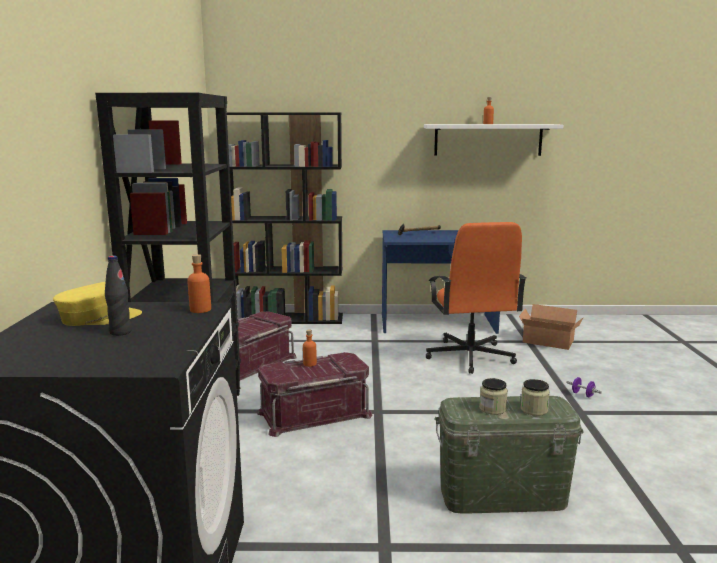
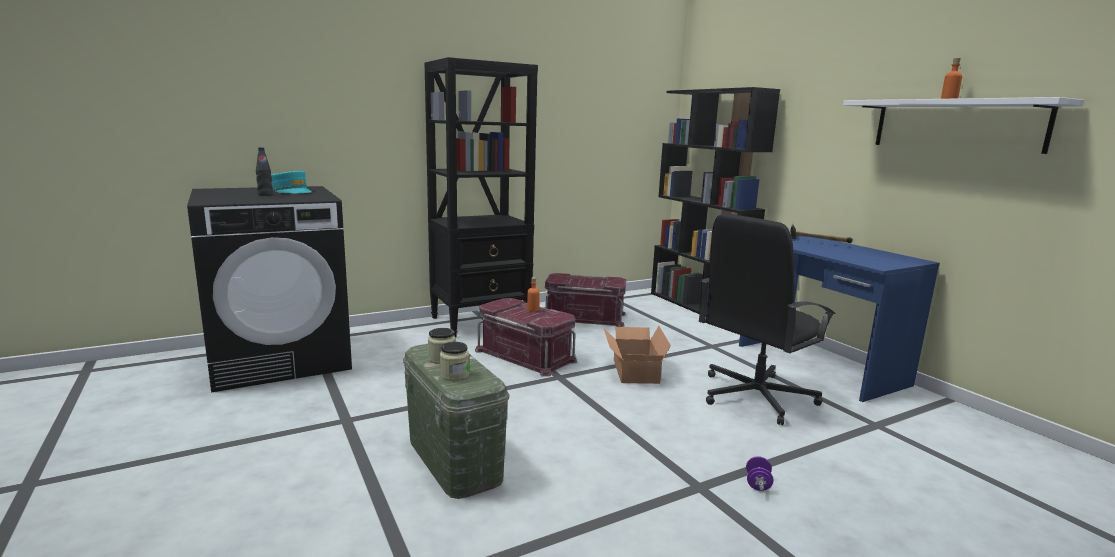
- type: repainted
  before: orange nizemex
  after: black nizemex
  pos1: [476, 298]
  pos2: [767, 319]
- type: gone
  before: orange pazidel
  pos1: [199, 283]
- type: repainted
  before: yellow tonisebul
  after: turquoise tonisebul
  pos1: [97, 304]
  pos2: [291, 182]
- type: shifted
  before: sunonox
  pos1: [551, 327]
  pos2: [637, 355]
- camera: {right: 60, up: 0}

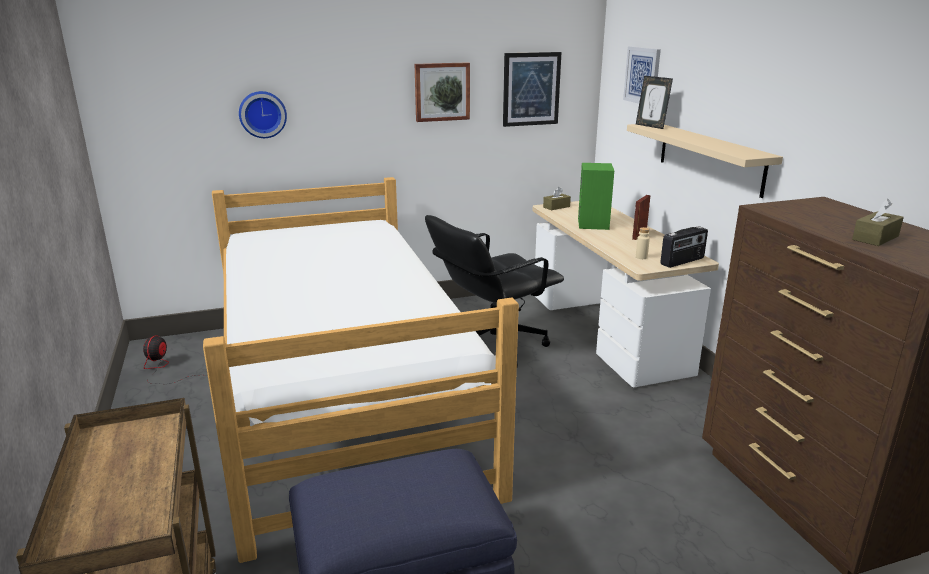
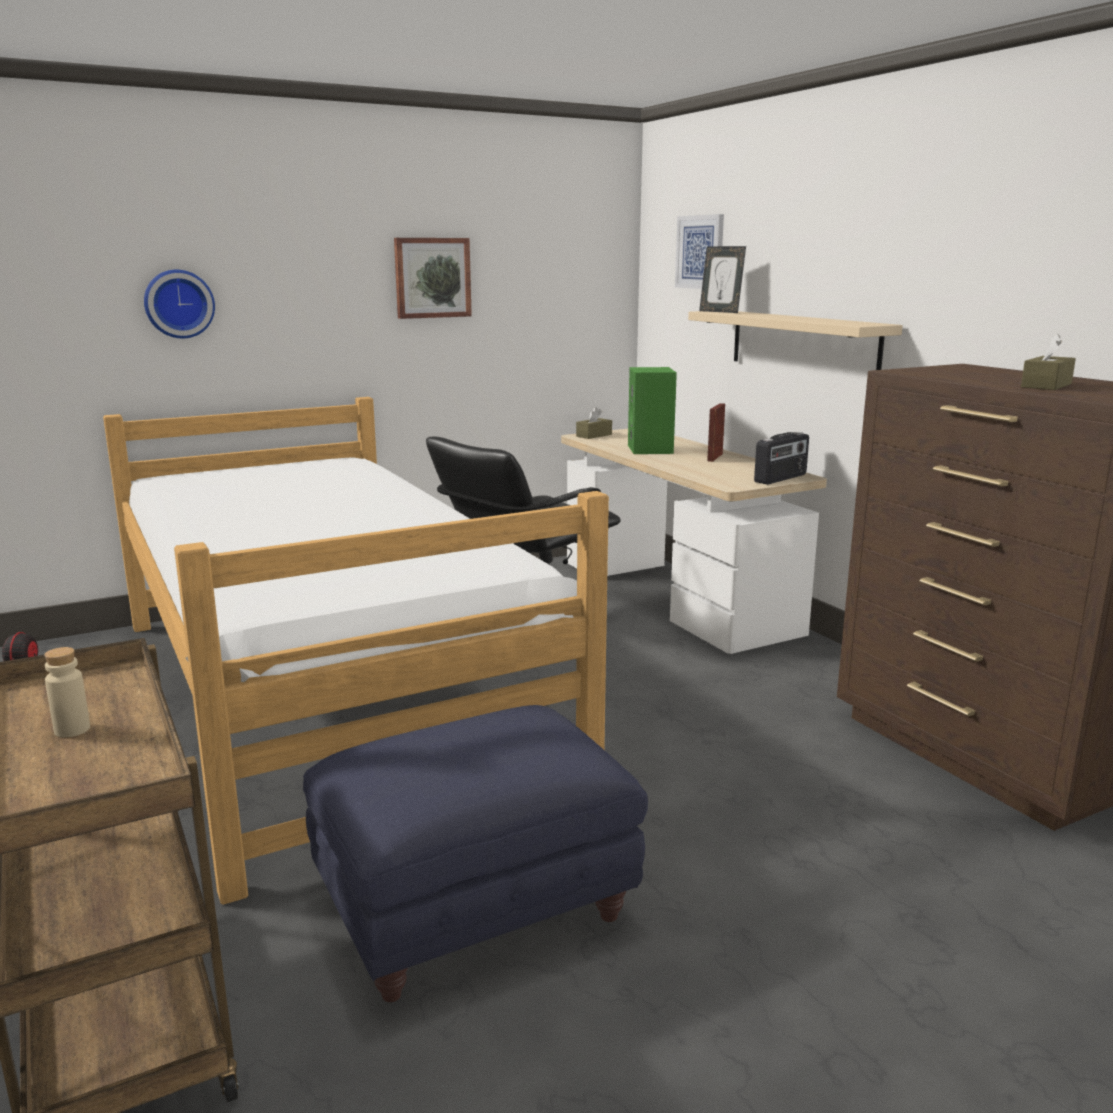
- type: gone
  before: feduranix
  pos1: [532, 89]
- type: shifted
  before: beige pazidel
  pos1: [643, 243]
  pos2: [67, 692]
- camera: {right: -10, up: -5}

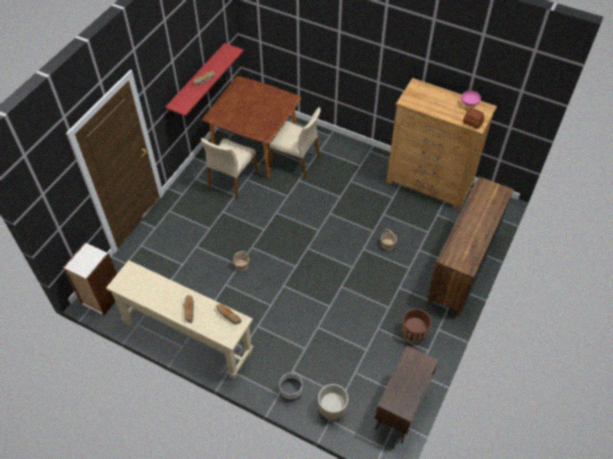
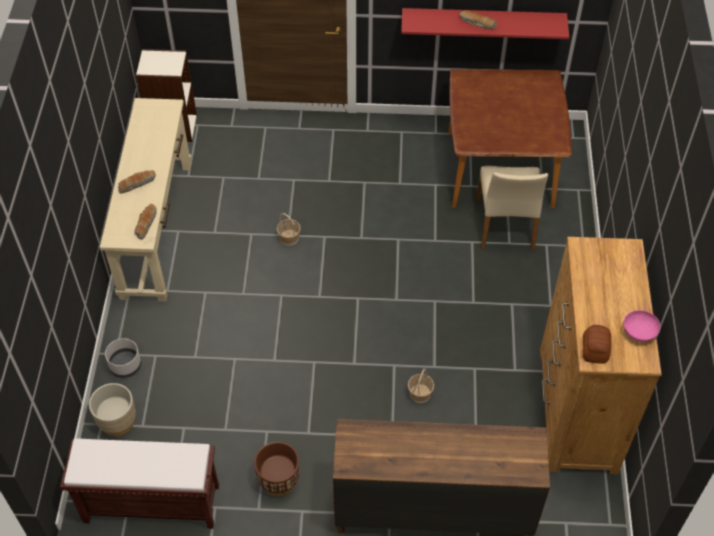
- type: gone
  before: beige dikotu
  pos1: [229, 168]
- type: swapped
  before: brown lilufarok
  after: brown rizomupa
  pos1: [407, 394]
  pos2: [139, 483]
- camera: {right: 65, up: 0}

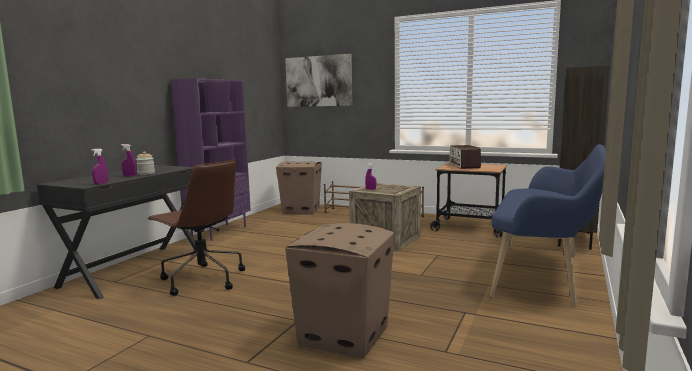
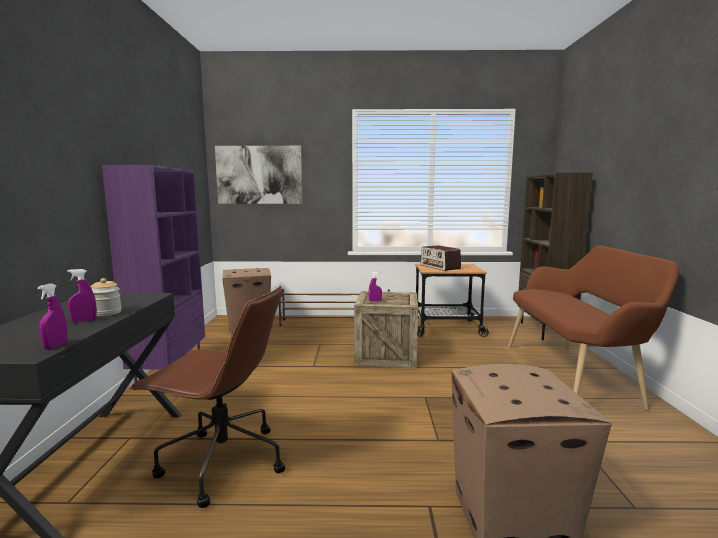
- type: repainted
  before: blue rizomupa
  after: brown rizomupa
  pos1: [548, 225]
  pos2: [593, 328]
- camera: {right: -25, up: 0}

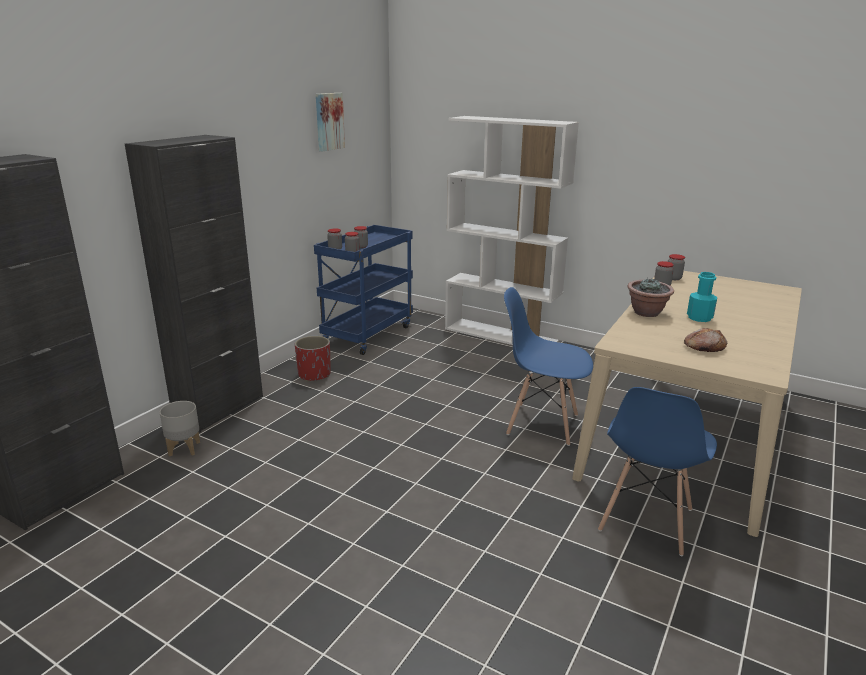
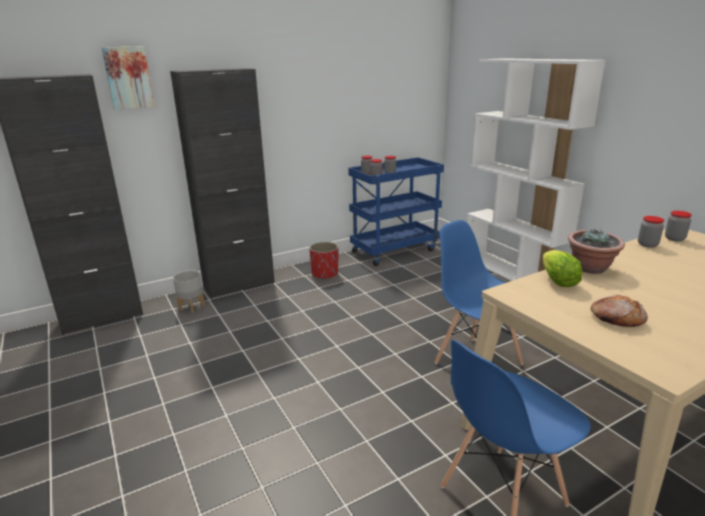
- type: shifted
  before: feduranix
  pos1: [330, 122]
  pos2: [127, 78]
- type: gone
  before: turquoise pazidel
  pos1: [702, 297]
- type: new
  after: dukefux
  pos2: [562, 268]
- camera: {right: 30, up: 0}

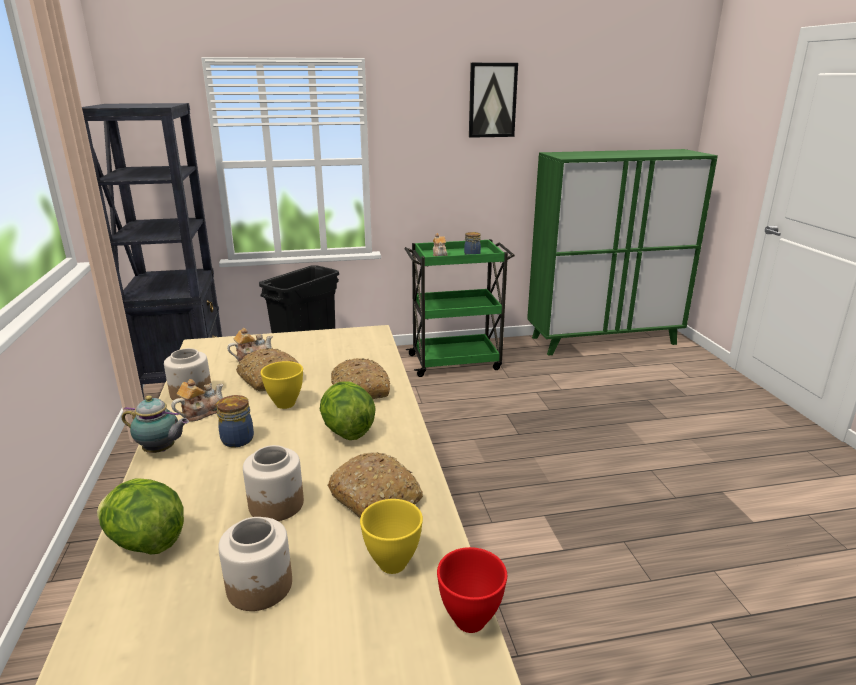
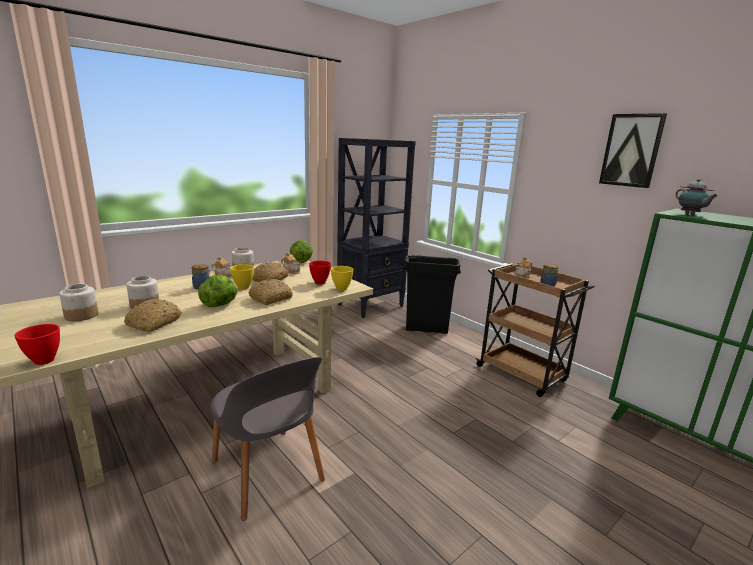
- type: repainted
  before: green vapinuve
  after: brown vapinuve
  pos1: [459, 308]
  pos2: [534, 329]
- type: shifted
  before: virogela
  pos1: [155, 424]
  pos2: [696, 197]
- type: shifted
  before: dukefux
  pos1: [140, 516]
  pos2: [301, 251]
- type: shifted
  before: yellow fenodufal
  pos1: [391, 536]
  pos2: [342, 278]
- type: new
  after: red fenodufal
  pos2: [320, 273]
- type: new
  after: grey dikotu
  pos2: [267, 439]
- camera: {right: 60, up: -5}

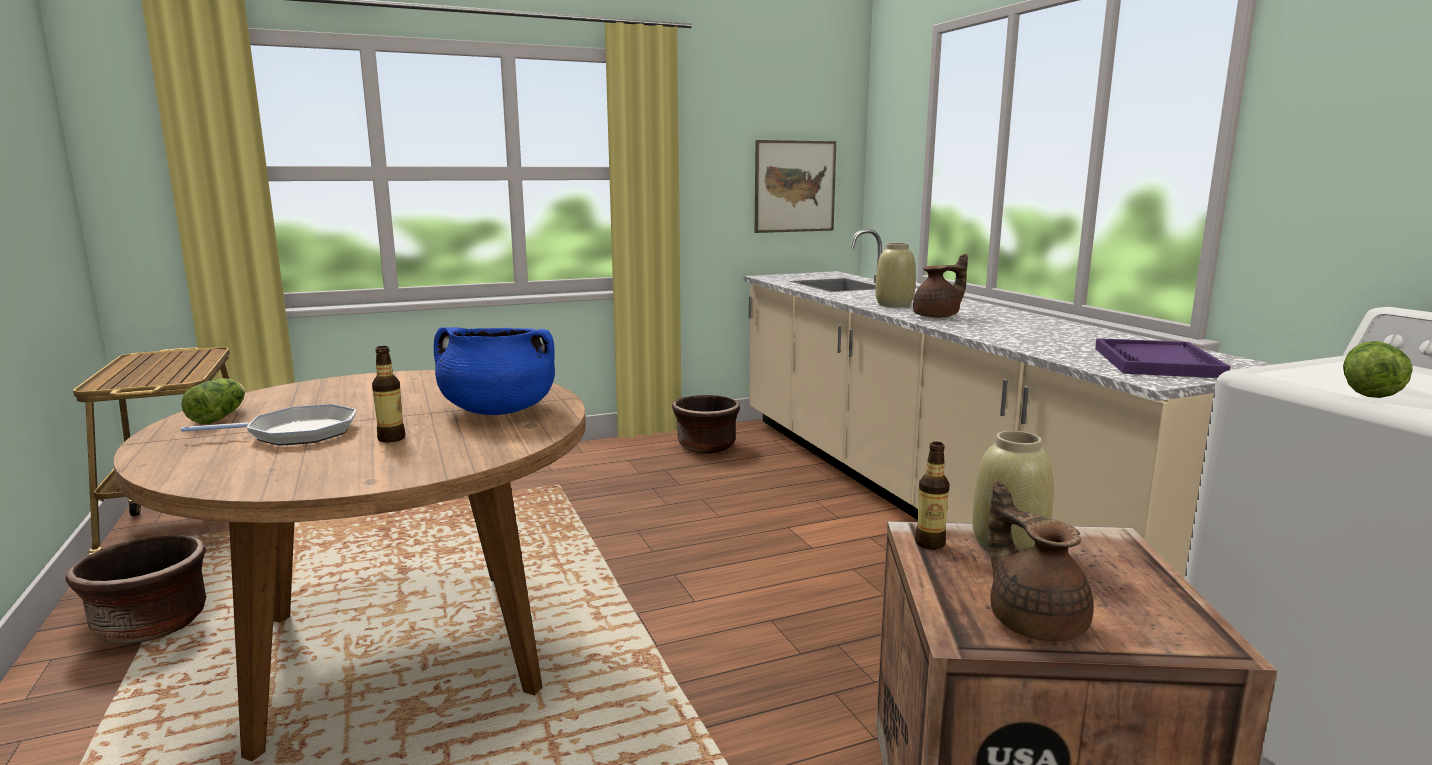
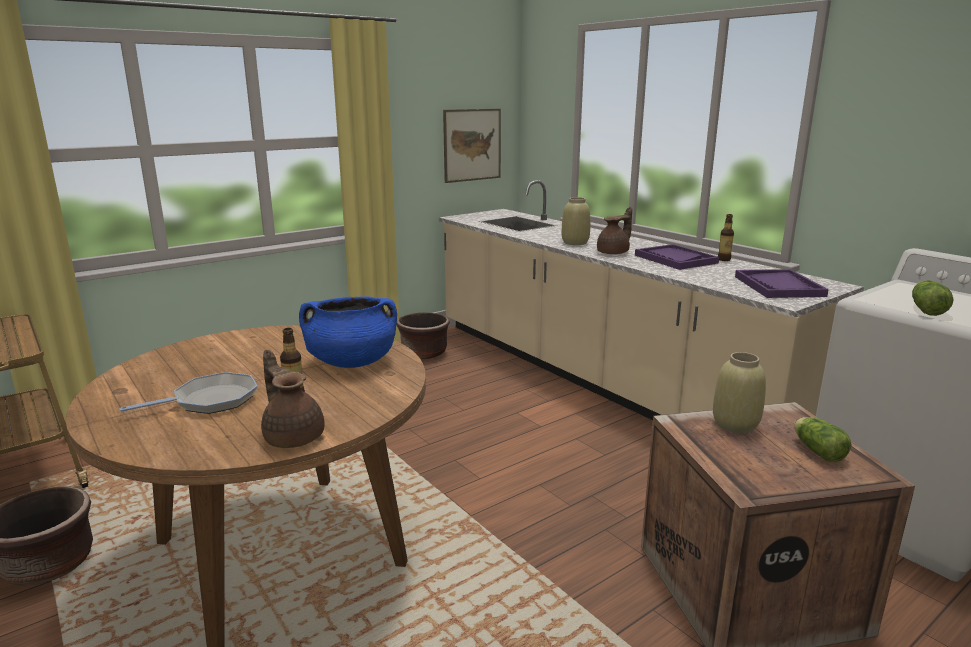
- type: shifted
  before: dukefux
  pos1: [213, 401]
  pos2: [823, 439]
- type: shifted
  before: pazidel
  pos1: [932, 495]
  pos2: [726, 237]
- type: shifted
  before: brown virogela
  pos1: [1040, 561]
  pos2: [293, 399]
- type: new
  after: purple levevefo
  pos2: [677, 257]
- camera: {right: -15, up: 5}

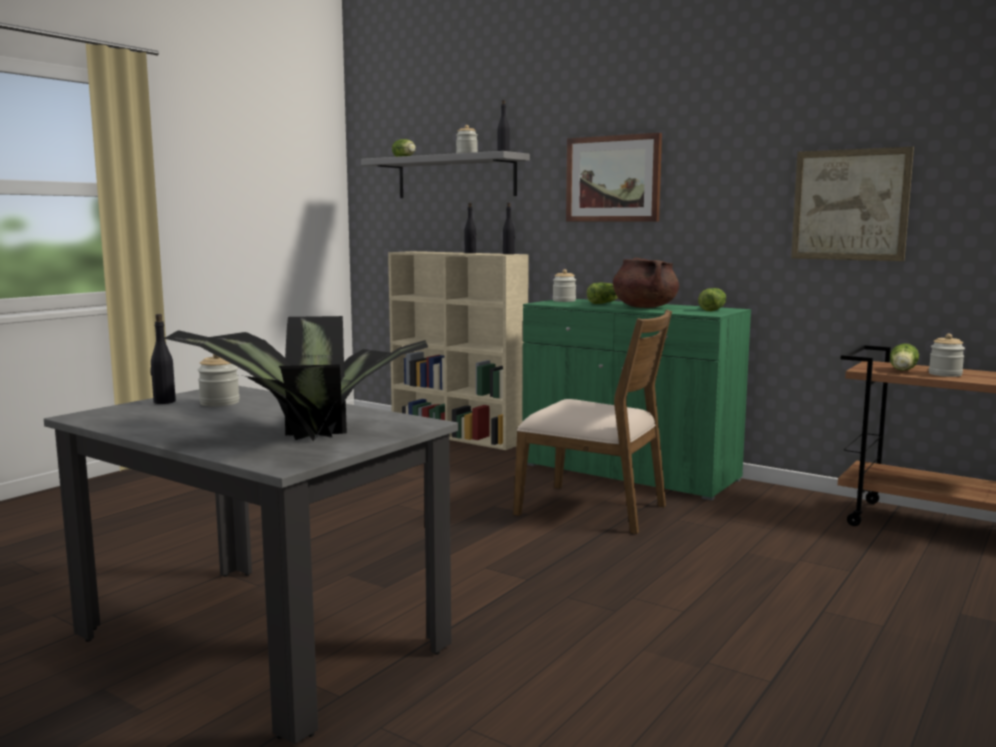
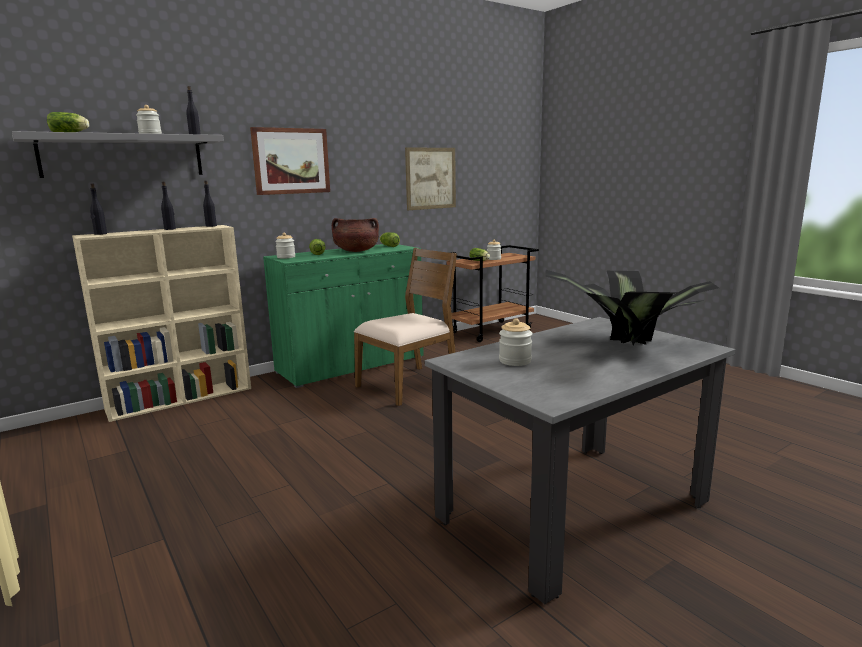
- type: shifted
  before: black pazidel
  pos1: [163, 359]
  pos2: [98, 209]
- camera: {right: -70, up: 5}

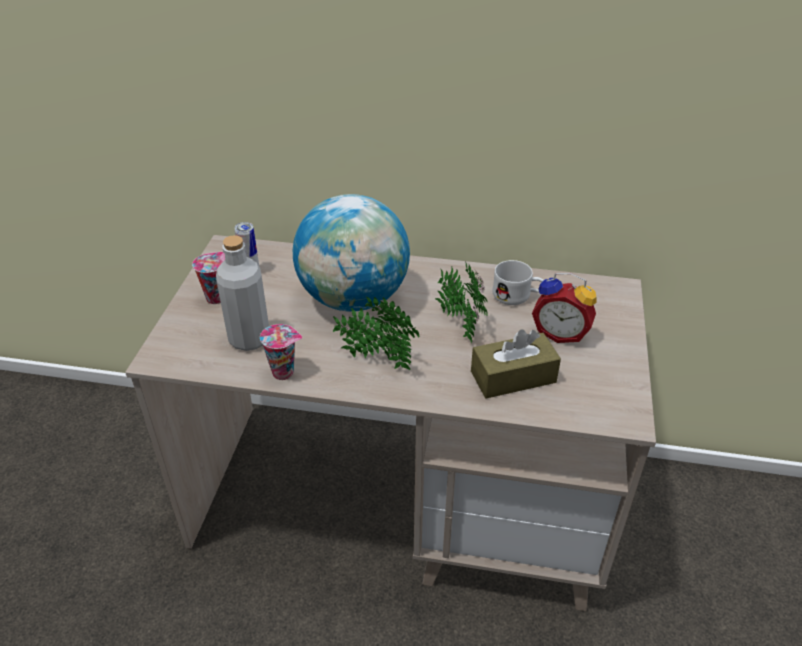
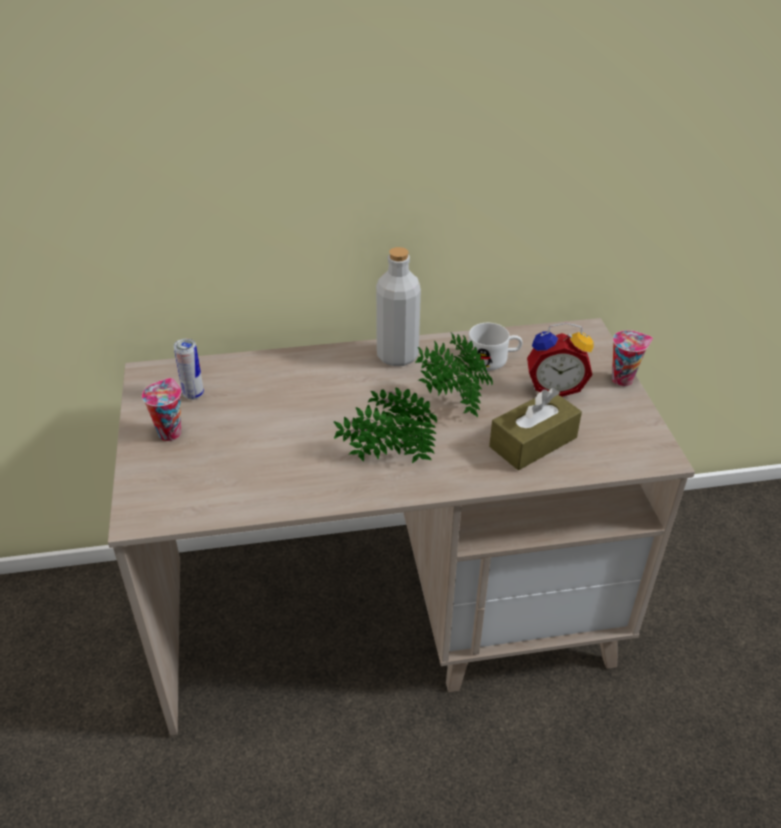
- type: gone
  before: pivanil
  pos1: [351, 253]
- type: shifted
  before: grey pazidel
  pos1: [242, 293]
  pos2: [398, 306]
- type: shifted
  before: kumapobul
  pos1: [281, 352]
  pos2: [632, 358]
- camera: {right: -20, up: 0}

